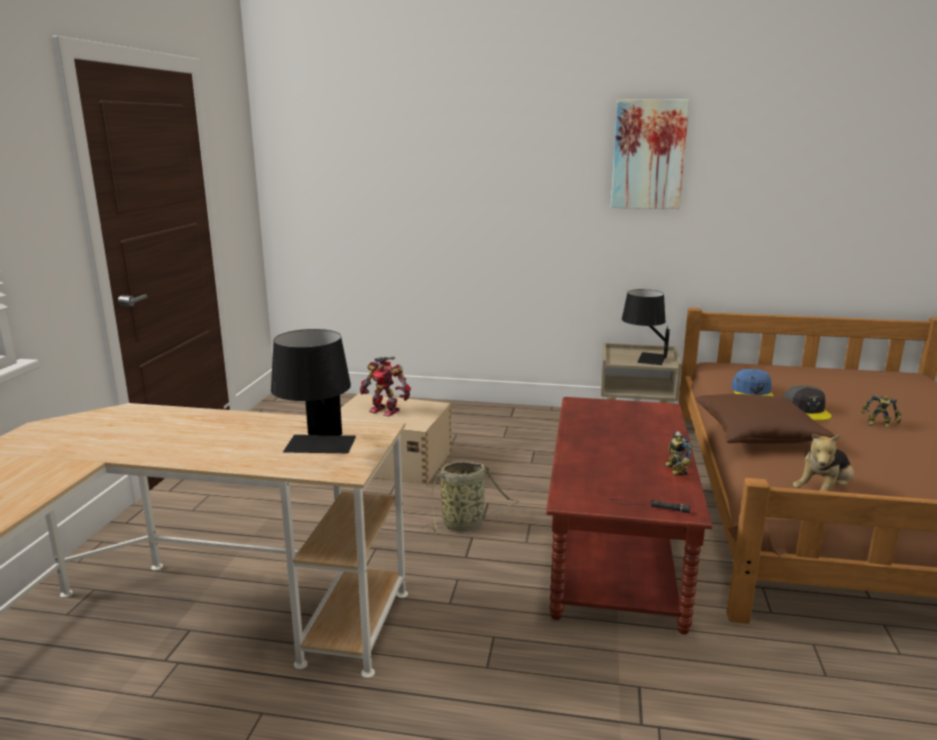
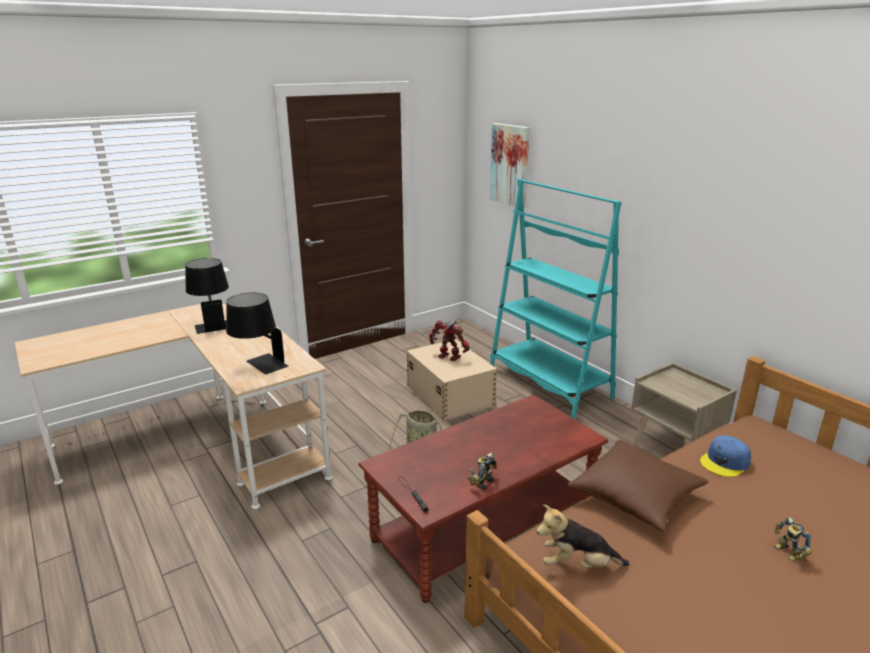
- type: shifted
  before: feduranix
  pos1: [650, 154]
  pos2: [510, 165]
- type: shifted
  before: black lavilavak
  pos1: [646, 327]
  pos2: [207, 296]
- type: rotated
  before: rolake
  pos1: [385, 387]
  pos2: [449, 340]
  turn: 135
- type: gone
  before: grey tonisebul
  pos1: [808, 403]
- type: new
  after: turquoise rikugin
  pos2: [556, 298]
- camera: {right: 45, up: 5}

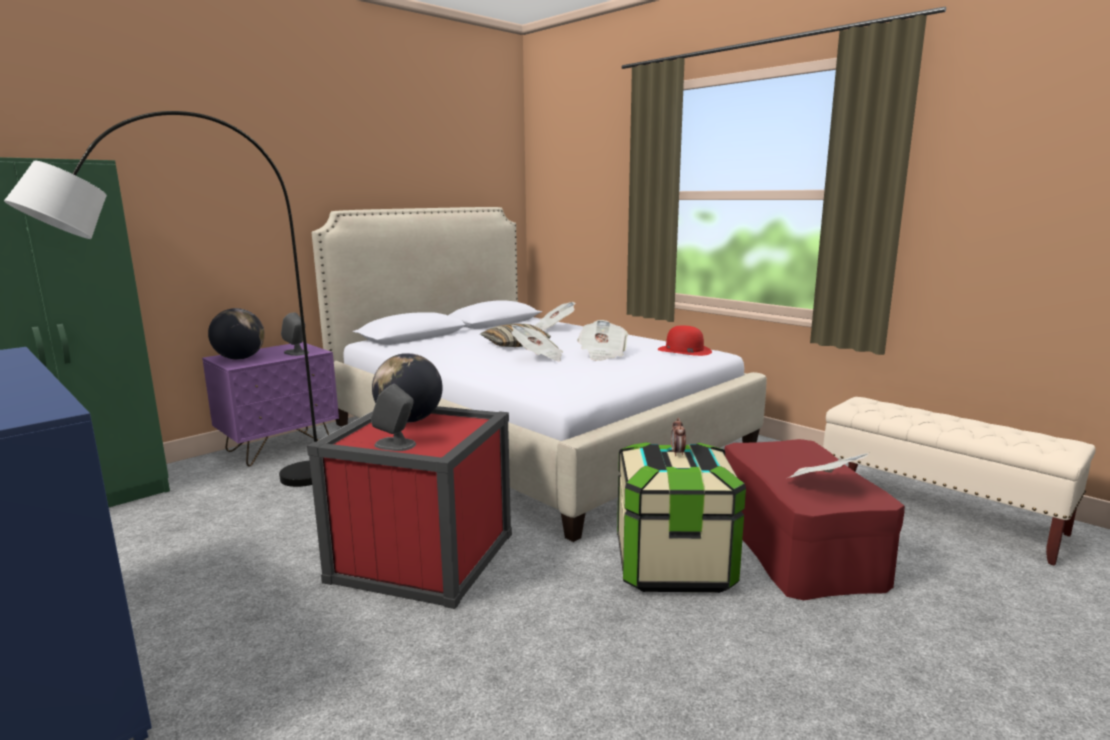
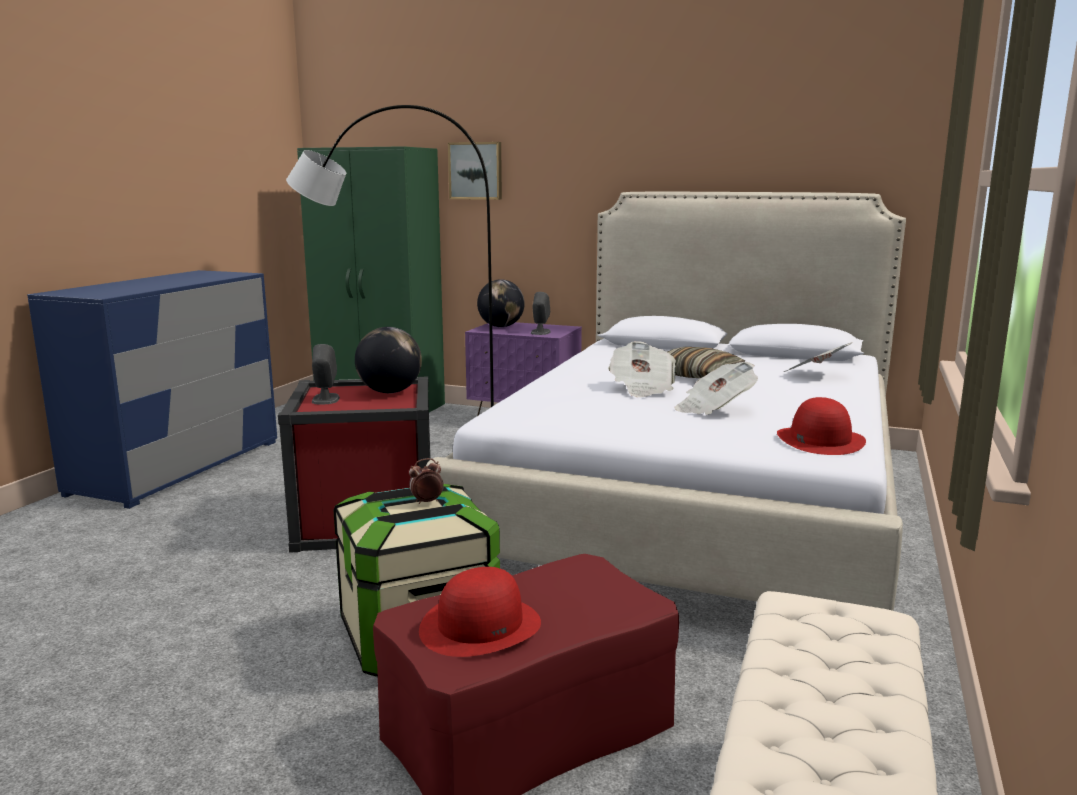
- type: swapped
  before: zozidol
  after: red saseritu
  pos1: [829, 465]
  pos2: [480, 612]
- type: new
  after: feduranix
  pos2: [475, 171]
- camera: {right: 65, up: 0}

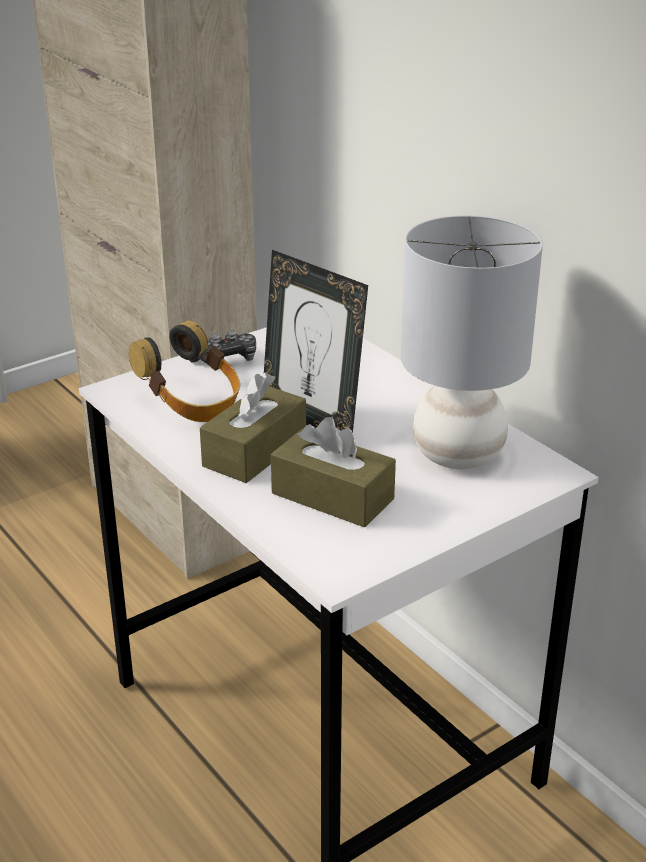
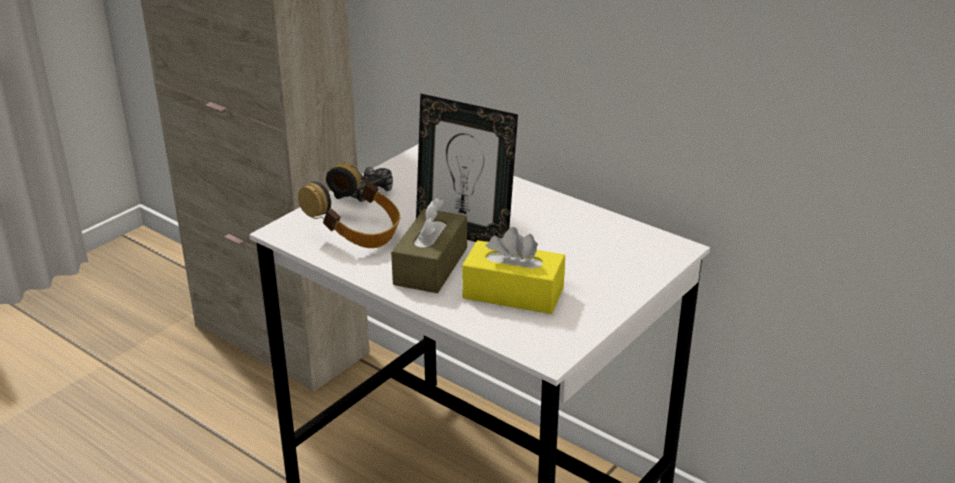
- type: gone
  before: grey lavilavak
  pos1: [471, 342]
- type: repainted
  before: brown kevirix
  after: yellow kevirix
  pos1: [333, 472]
  pos2: [513, 270]
- camera: {right: -15, up: 0}

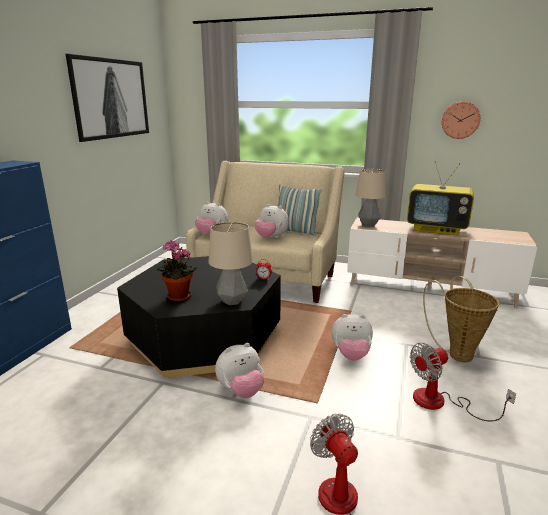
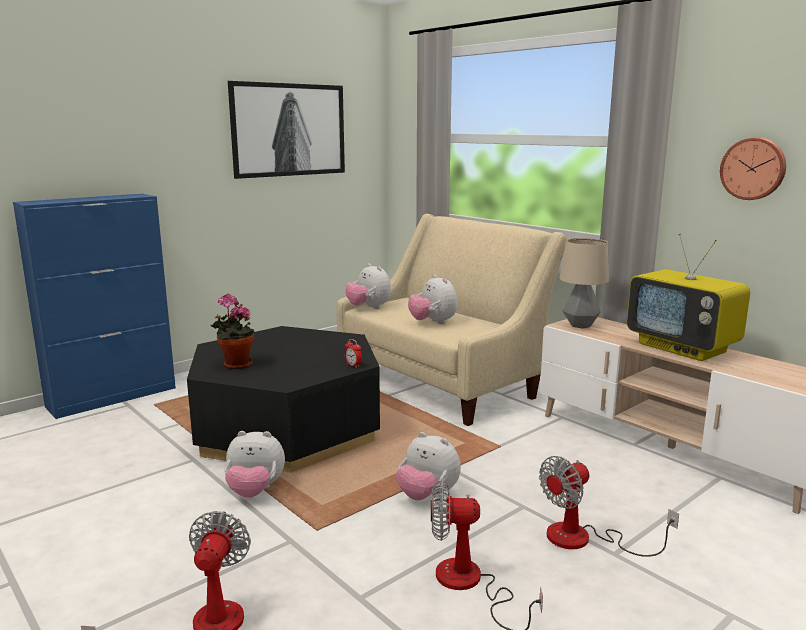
- type: gone
  before: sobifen
  pos1: [300, 210]
- type: gone
  before: lavilavak
  pos1: [230, 263]
- type: swapped
  before: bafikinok
  after: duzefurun
  pos1: [461, 319]
  pos2: [609, 506]
- camera: {right: 30, up: -5}

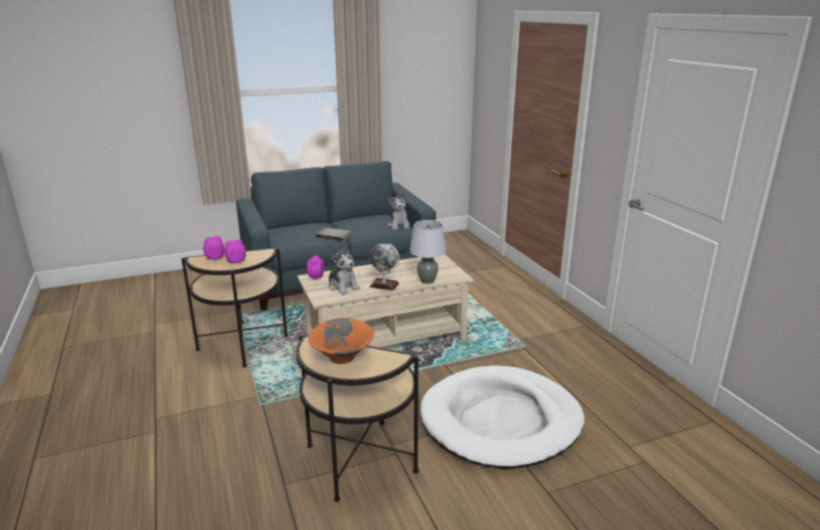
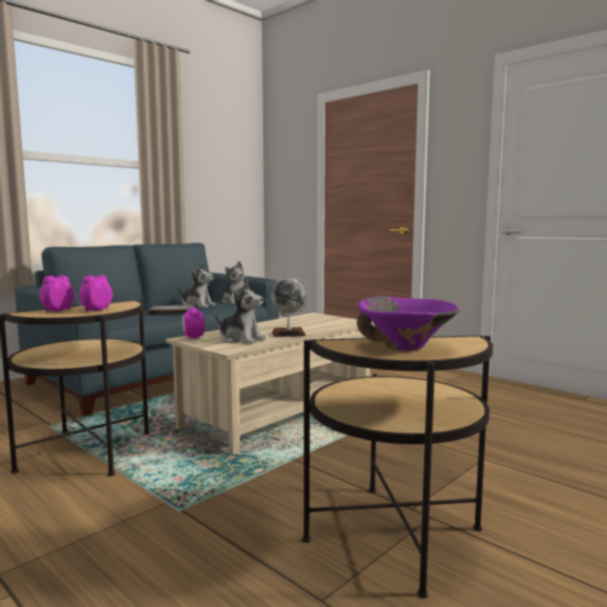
- type: gone
  before: grey lavilavak
  pos1: [428, 252]
- type: repainted
  before: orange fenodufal
  after: purple fenodufal
  pos1: [341, 341]
  pos2: [408, 323]
- type: gone
  before: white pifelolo
  pos1: [502, 417]
- type: new
  after: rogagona
  pos2: [197, 285]
- camera: {right: -25, up: -15}

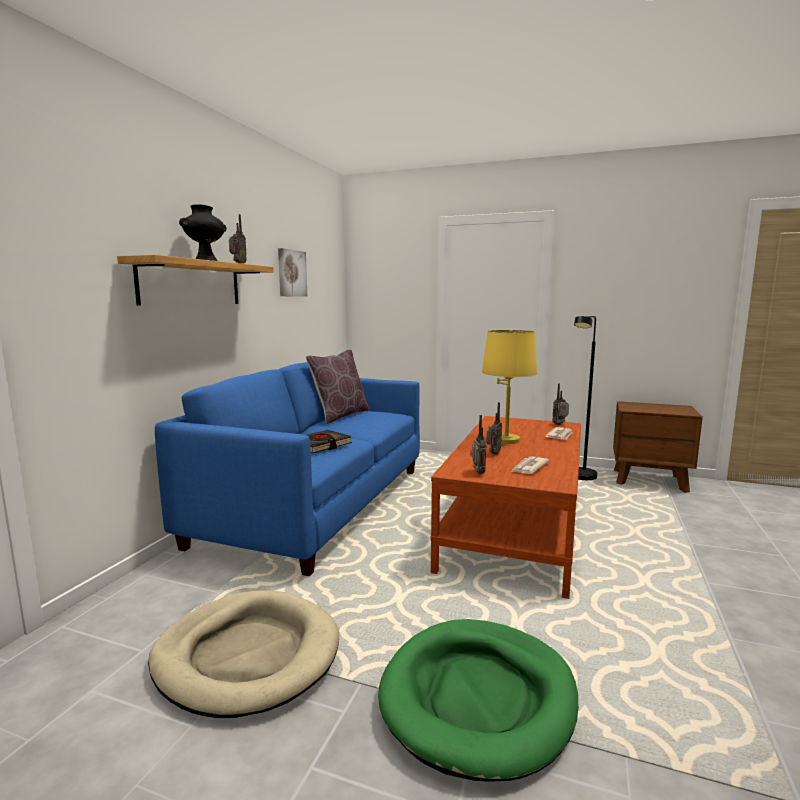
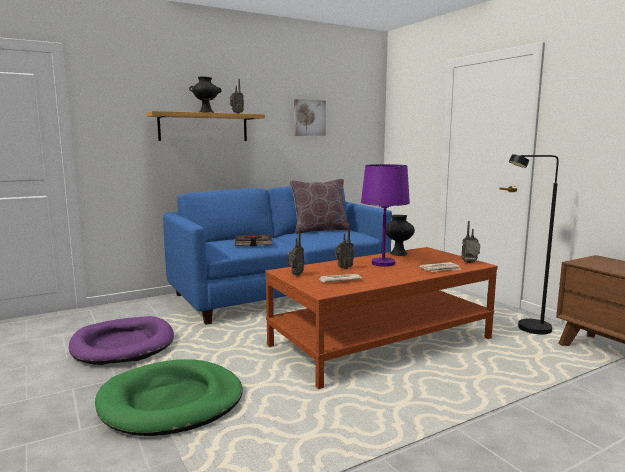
- type: repainted
  before: yellow lavilavak
  after: purple lavilavak
  pos1: [509, 387]
  pos2: [385, 215]
- type: repainted
  before: beige pifelolo
  after: purple pifelolo
  pos1: [243, 654]
  pos2: [121, 340]
- type: new
  after: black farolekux
  pos2: [400, 235]
- camera: {right: 40, up: 0}

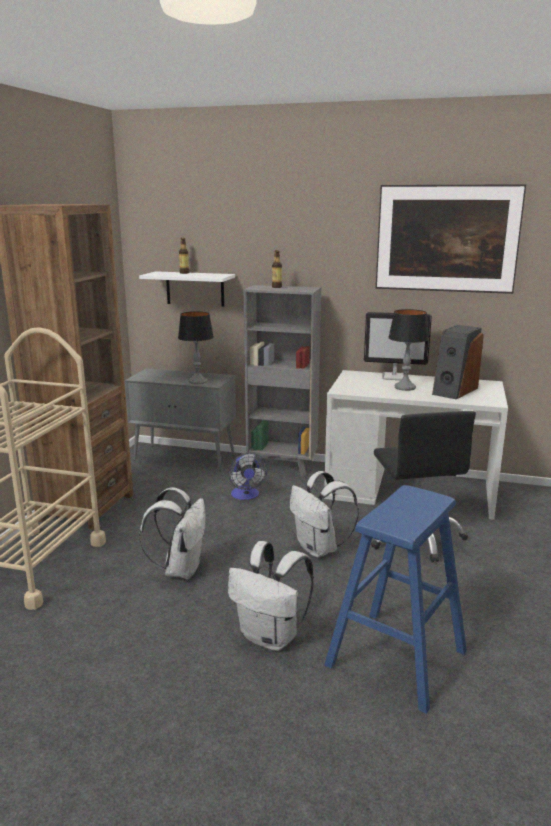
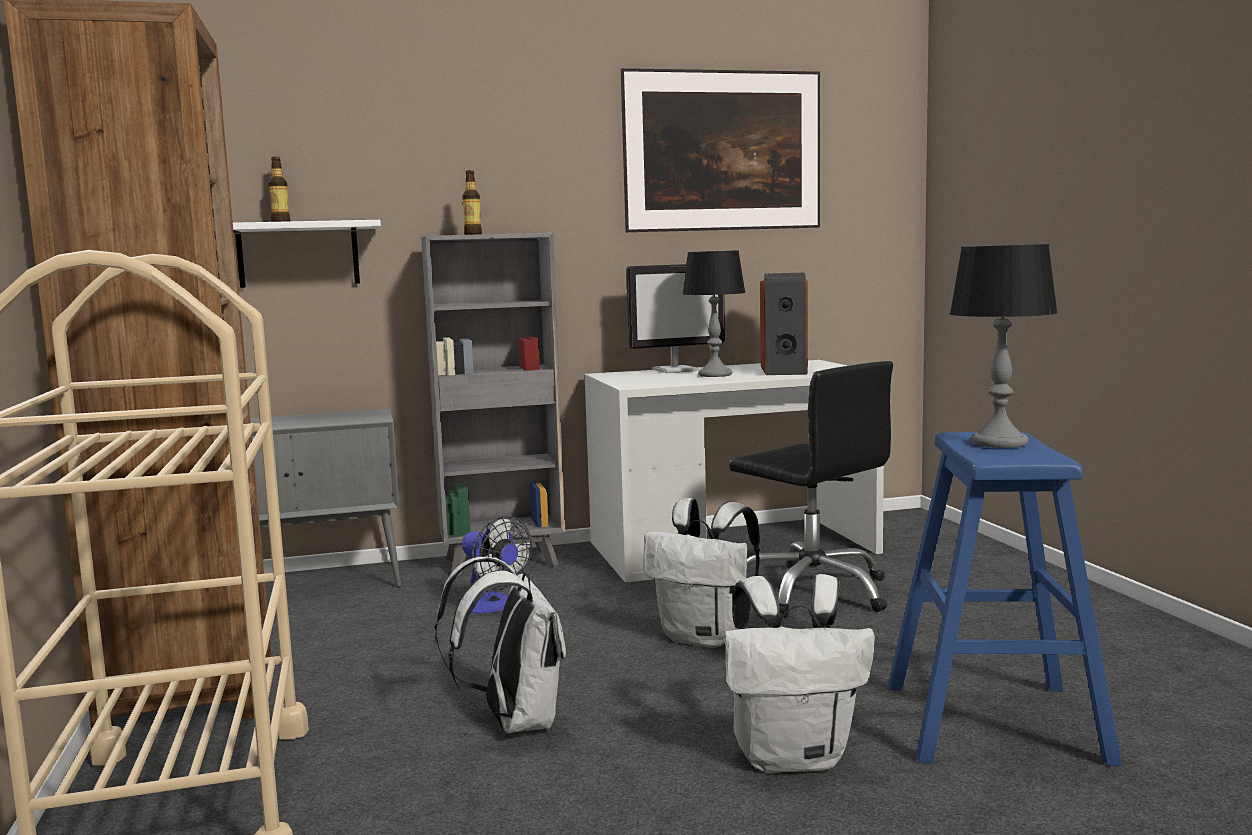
- type: shifted
  before: lavilavak
  pos1: [196, 347]
  pos2: [1004, 346]
- camera: {right: -30, up: -10}

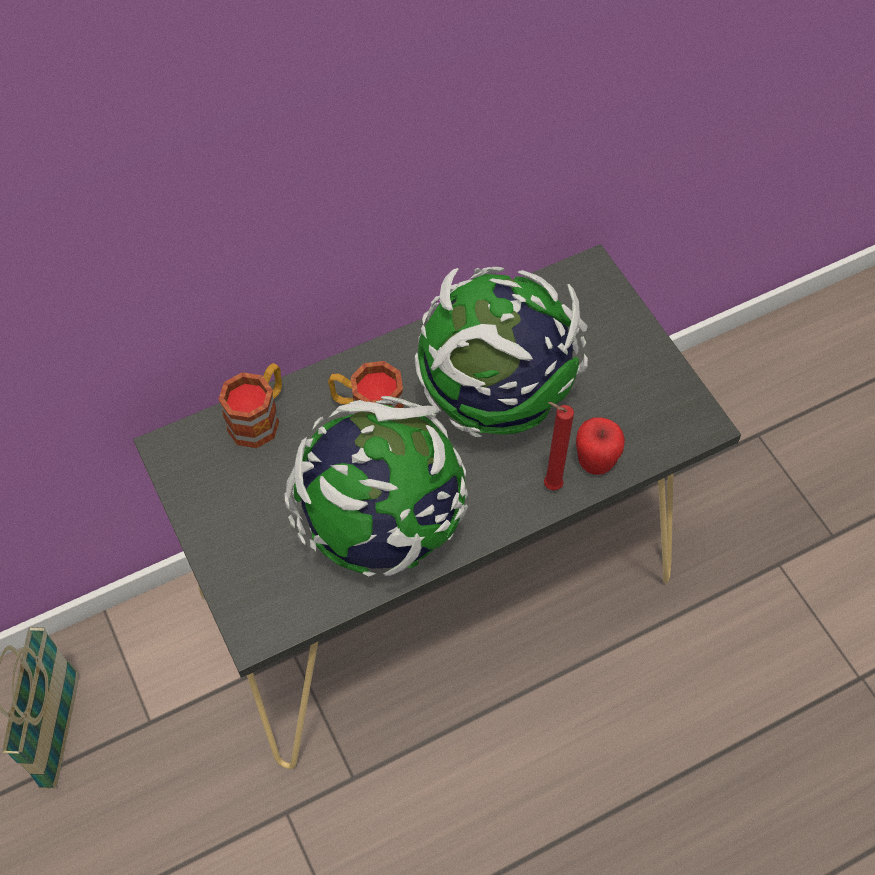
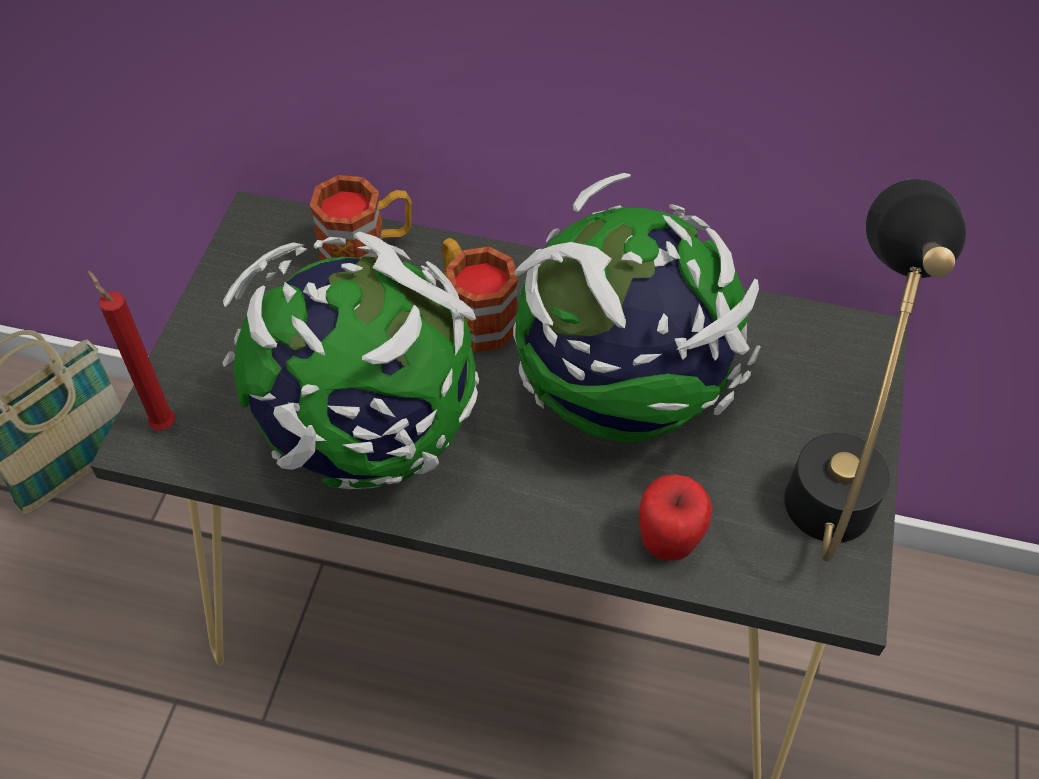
- type: shifted
  before: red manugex
  pos1: [559, 446]
  pos2: [132, 350]
- type: new
  after: black lavilavak
  pos2: [875, 370]
- camera: {right: 40, up: -5}

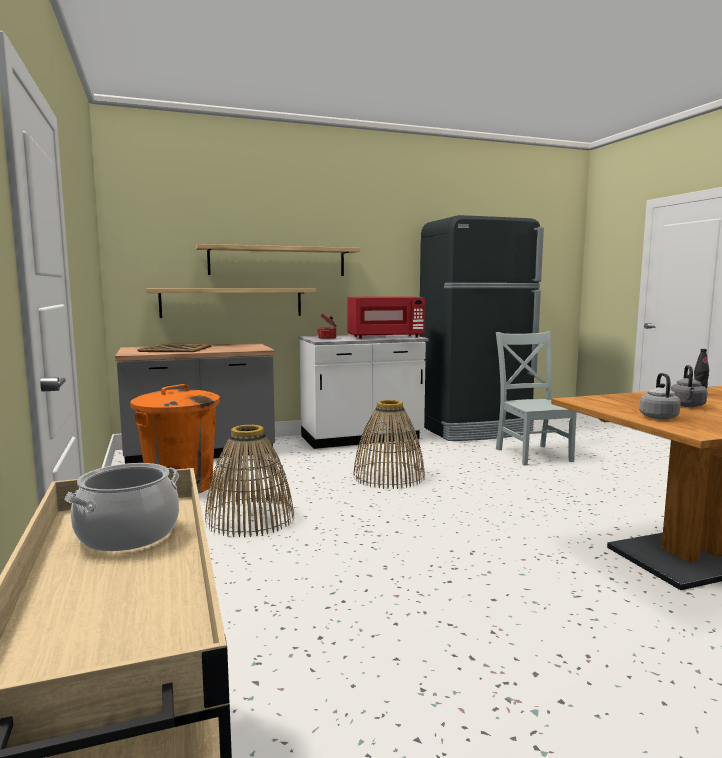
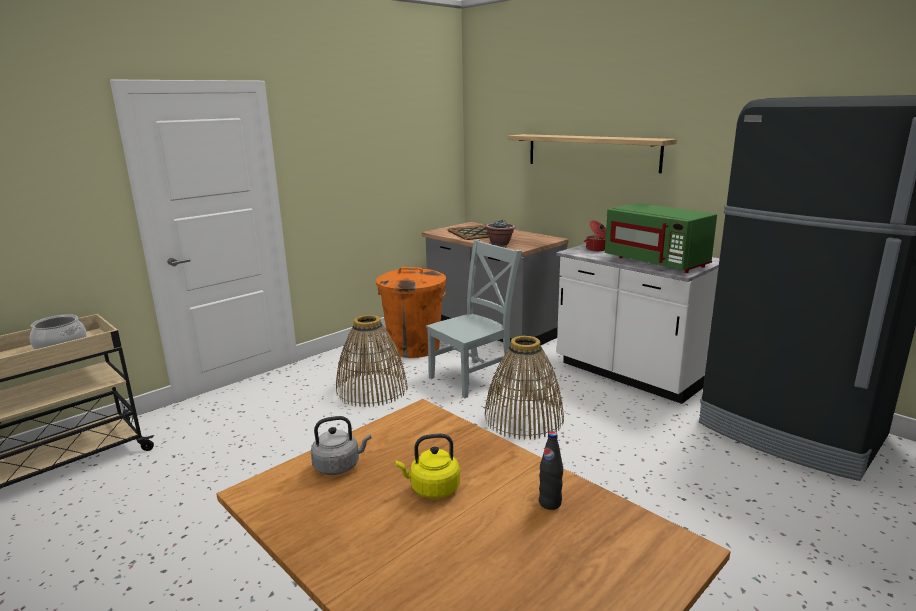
- type: gone
  before: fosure
  pos1: [231, 303]
- type: repainted
  before: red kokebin
  after: green kokebin
  pos1: [386, 317]
  pos2: [661, 238]
- type: shifted
  before: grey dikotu
  pos1: [536, 398]
  pos2: [474, 318]
- type: repainted
  before: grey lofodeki
  after: yellow lofodeki
  pos1: [689, 386]
  pos2: [427, 466]
- type: new
  after: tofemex
  pos2: [500, 233]
- camera: {right: 65, up: 10}

